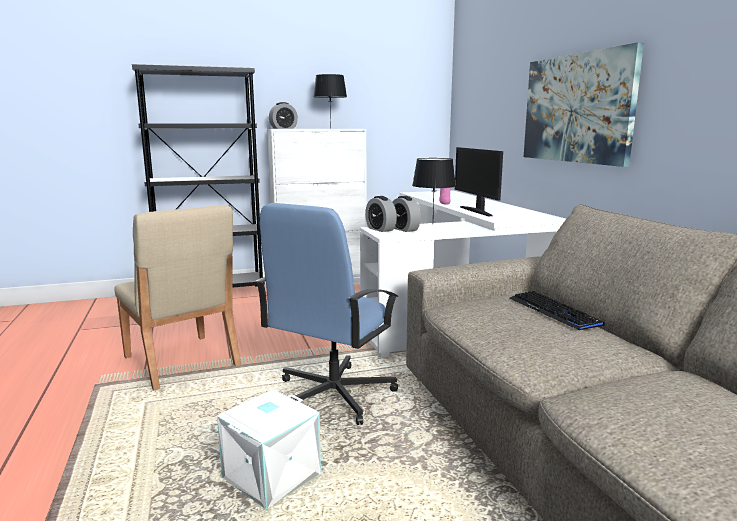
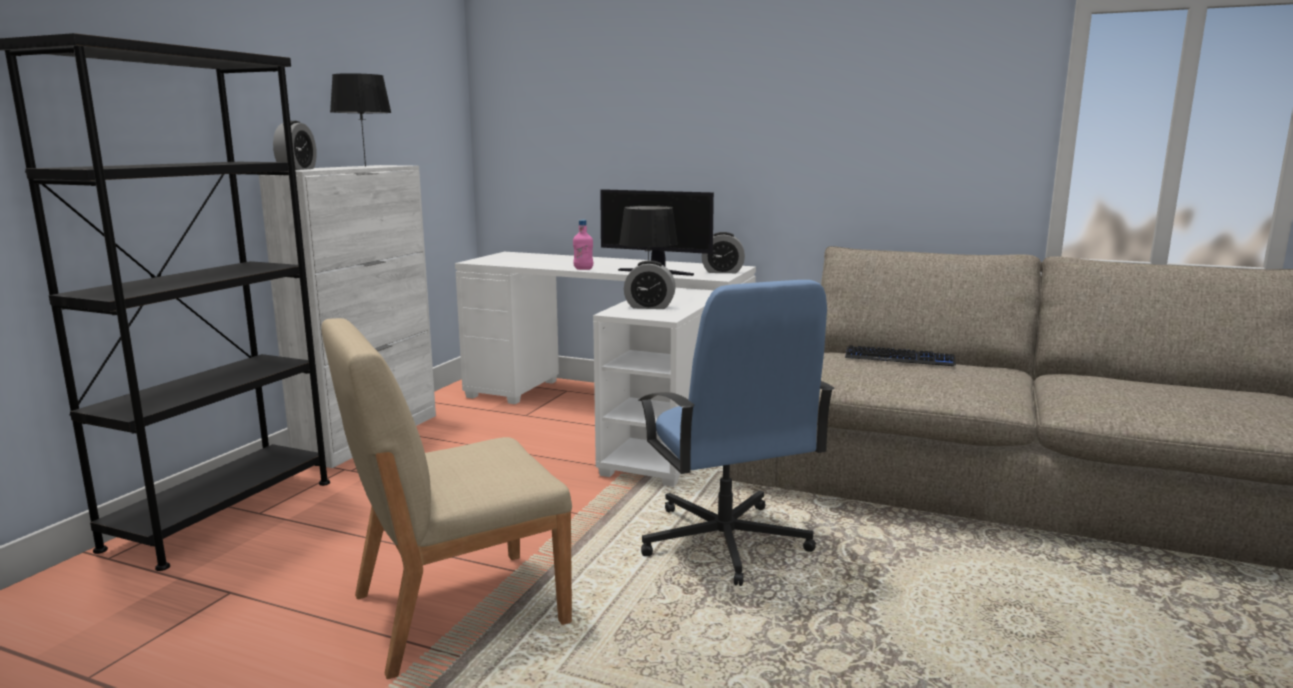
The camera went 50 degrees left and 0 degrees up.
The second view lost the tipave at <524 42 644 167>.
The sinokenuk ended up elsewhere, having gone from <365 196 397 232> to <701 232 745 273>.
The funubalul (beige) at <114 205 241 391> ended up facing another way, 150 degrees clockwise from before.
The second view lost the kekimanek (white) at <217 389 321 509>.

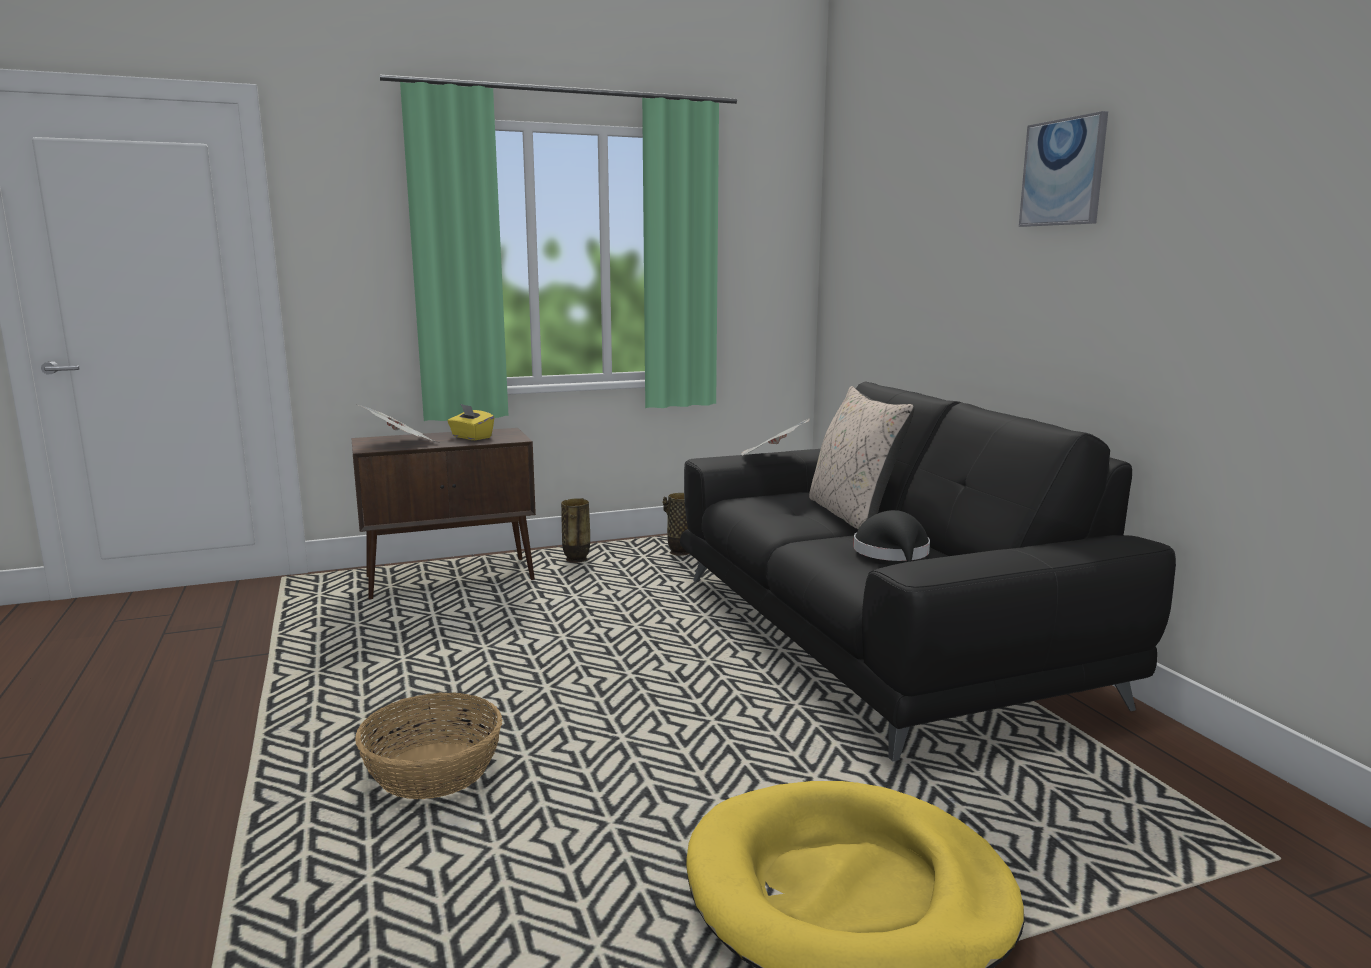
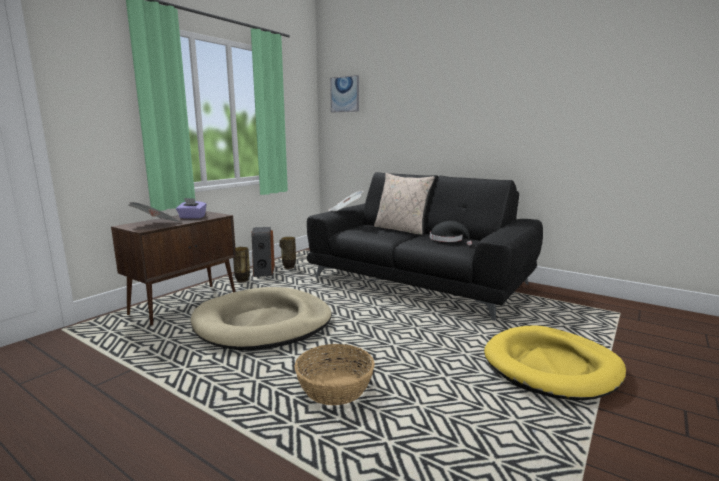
The camera went 35 degrees left and 0 degrees up.
The tipave ended up elsewhere, having gone from <1019 111 1108 227> to <330 75 359 112>.
What was the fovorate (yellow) at <447 404 494 440> turned into the fovorate (purple) at <176 198 207 219>.
The second view gained the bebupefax at <251 227 275 277>.
The second view gained the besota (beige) at <191 287 332 350>.

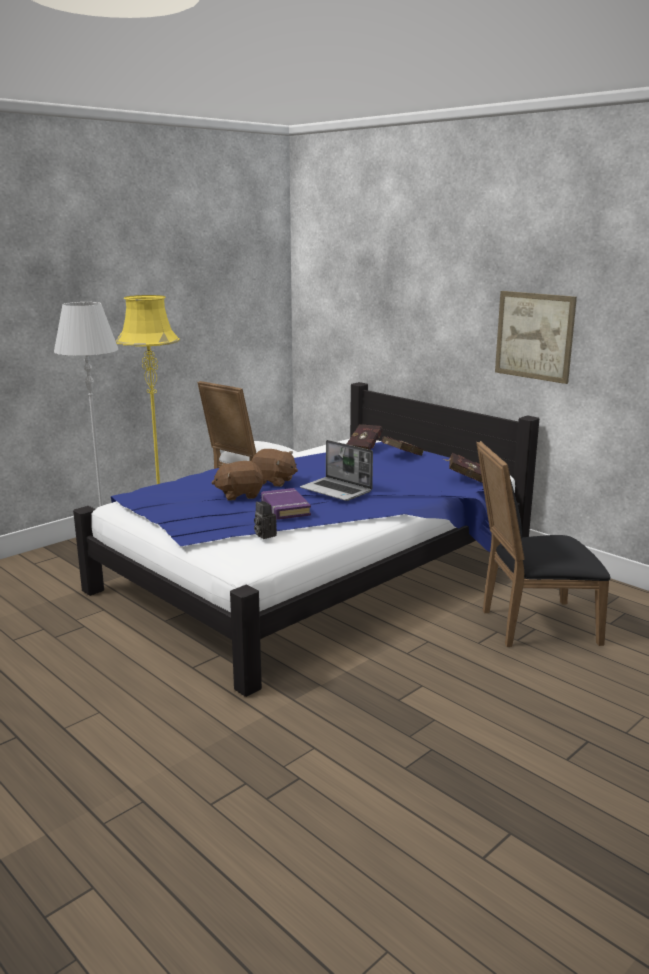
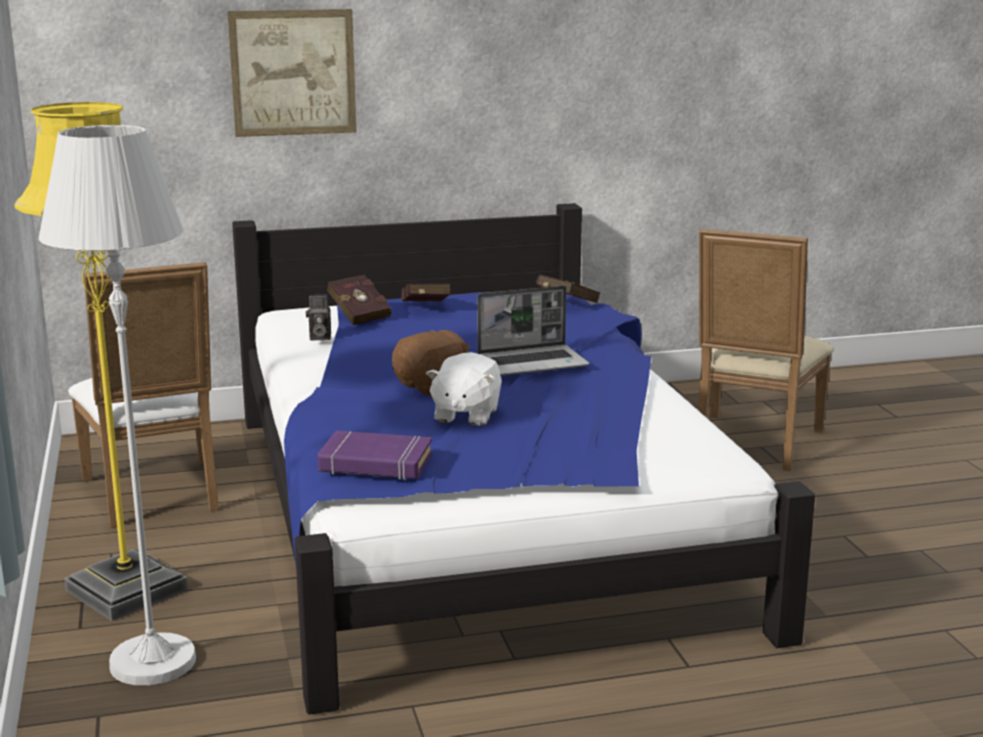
The camera went 60 degrees left and 0 degrees up.
The tipave ended up elsewhere, having gone from <495 291 577 384> to <228 9 356 137>.
What was the funubalul (black) at <477 441 610 647> turned into the funubalul (beige) at <698 229 834 471>.
What was the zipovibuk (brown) at <212 461 264 501> turned into the zipovibuk (white) at <426 352 502 426>.
The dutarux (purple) ended up elsewhere, having gone from <261 488 311 520> to <318 431 432 480>.
The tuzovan ended up elsewhere, having gone from <254 501 277 539> to <306 293 331 340>.

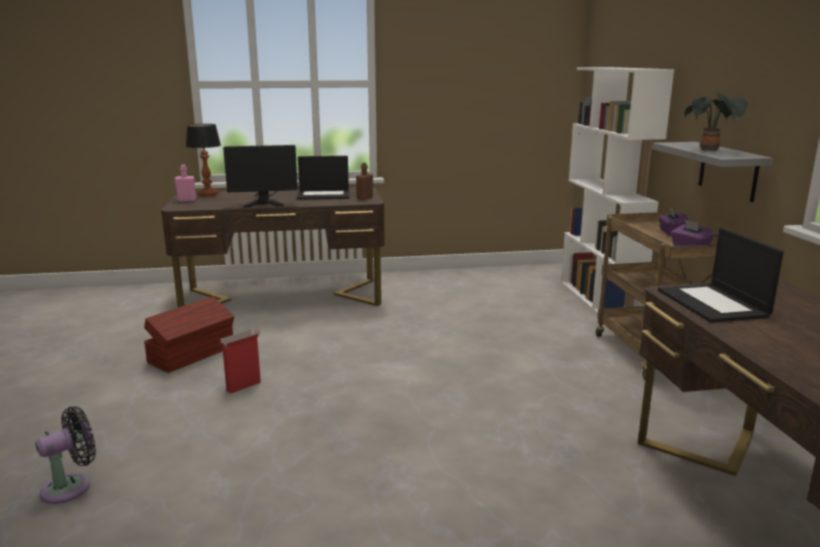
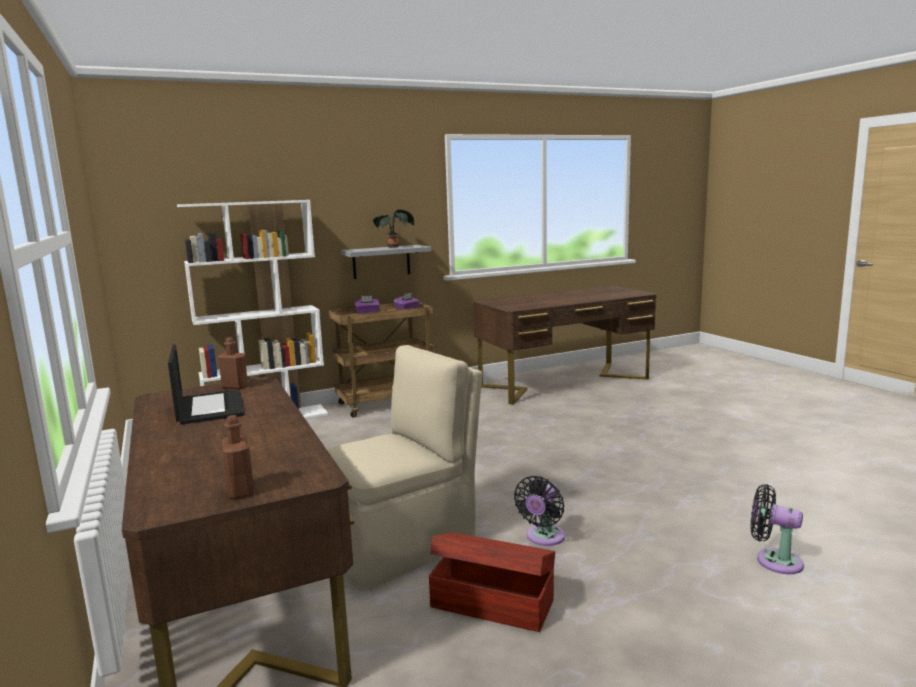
The camera went 105 degrees left and 5 degrees down.
The second view lost the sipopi at <186 124 221 196>.
The second view lost the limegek at <223 145 298 208>.
What was the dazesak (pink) at <174 165 196 202> turned into the dazesak (brown) at <222 415 254 499>.
The second view lost the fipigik at <658 228 784 323>.
Where the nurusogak stood at <219 329 261 394>, the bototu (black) came to stand at <514 476 565 546>.
The second view gained the funubalul (beige) at <327 345 483 590>.

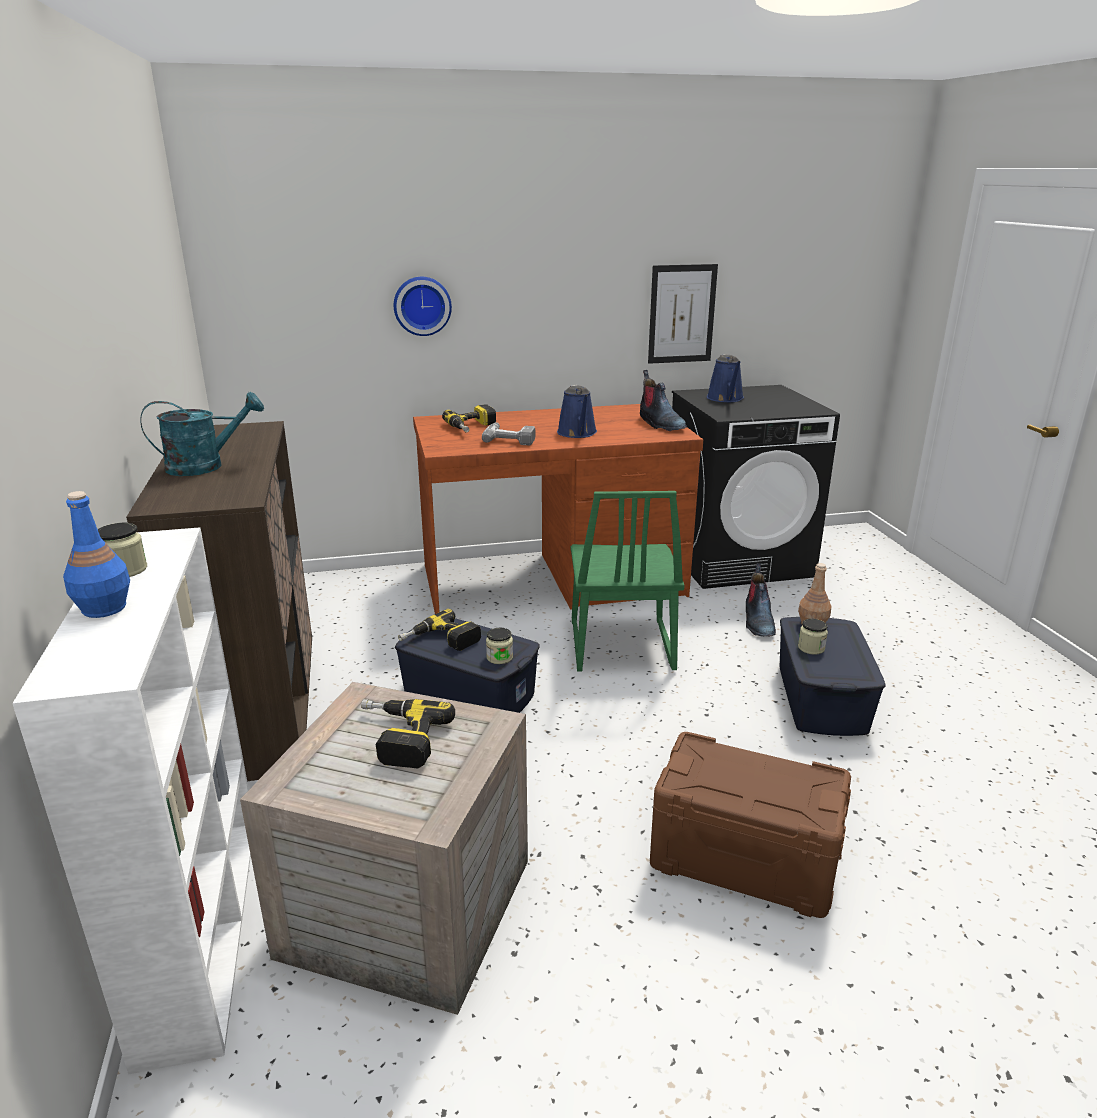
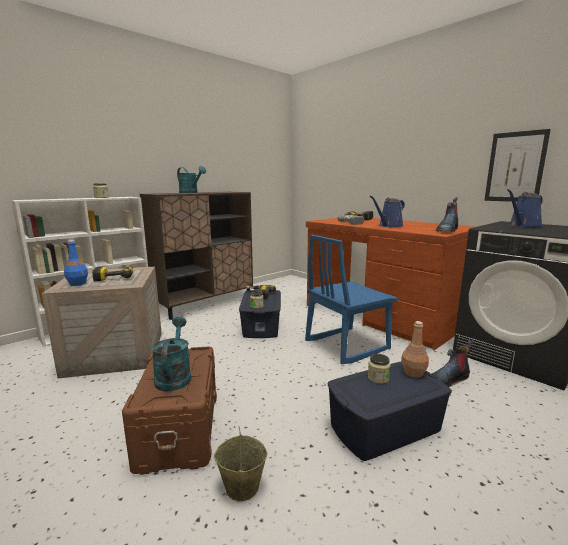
The camera went 60 degrees right and 10 degrees down.
The second view lost the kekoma at <394 277 452 336>.
The dazesak (blue) ended up elsewhere, having gone from <63 491 130 618> to <64 240 88 286>.
What was the funubalul (green) at <571 491 685 672> turned into the funubalul (blue) at <305 235 398 364>.
The second view gained the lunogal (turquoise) at <151 317 191 392>.
The second view gained the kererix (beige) at <214 427 267 501>.

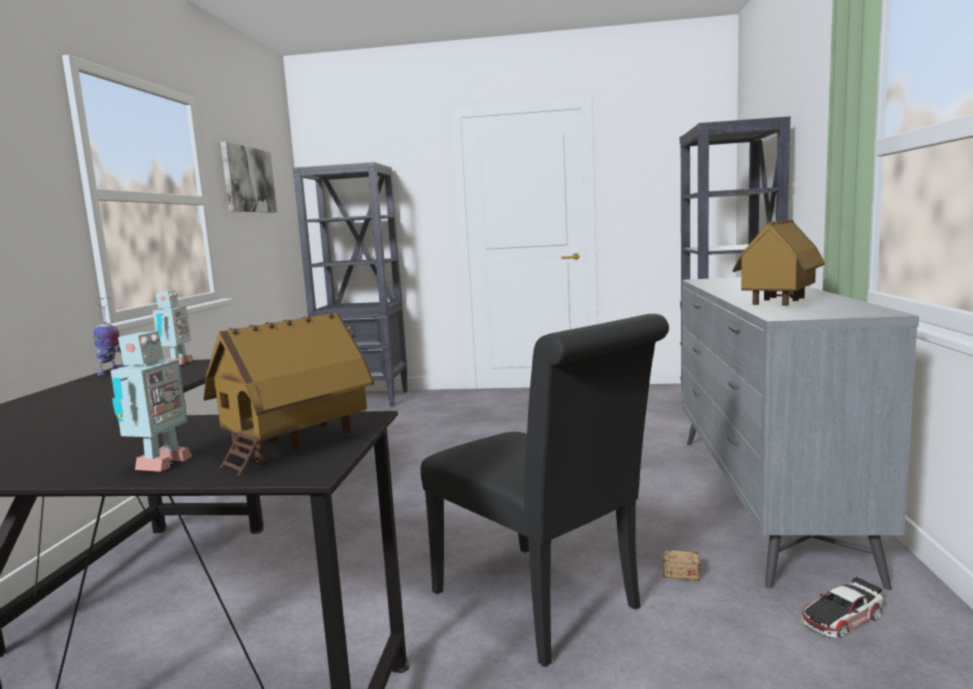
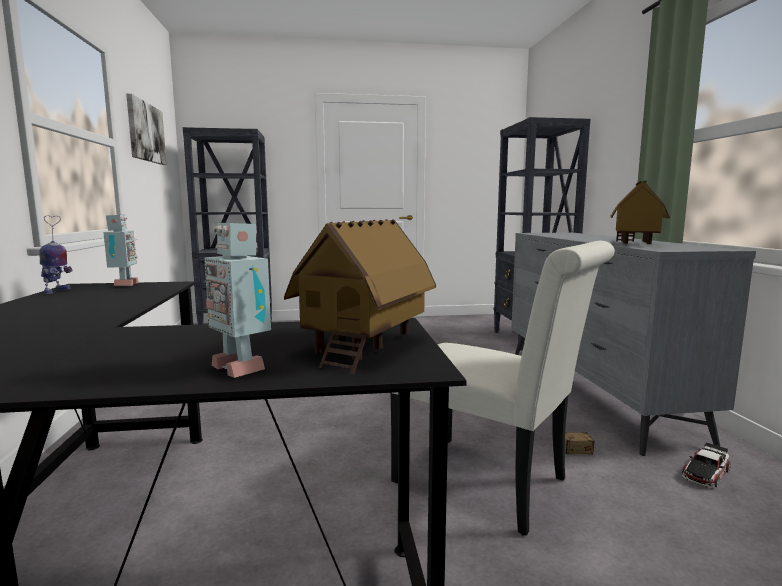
The camera went 15 degrees left and 0 degrees up.
What was the funubalul (black) at <421 314 669 667> turned into the funubalul (white) at <390 241 615 536>.
The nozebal at <111 331 192 472> ended up facing another way, 135 degrees clockwise from before.

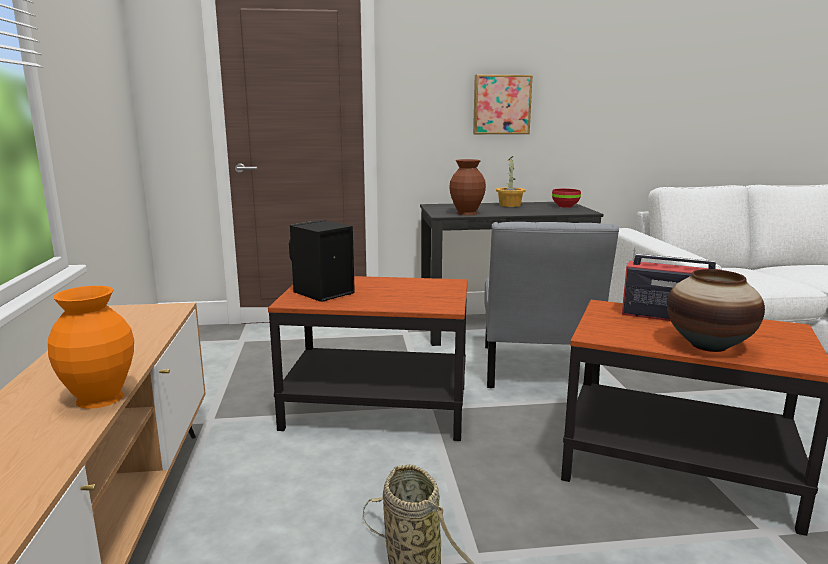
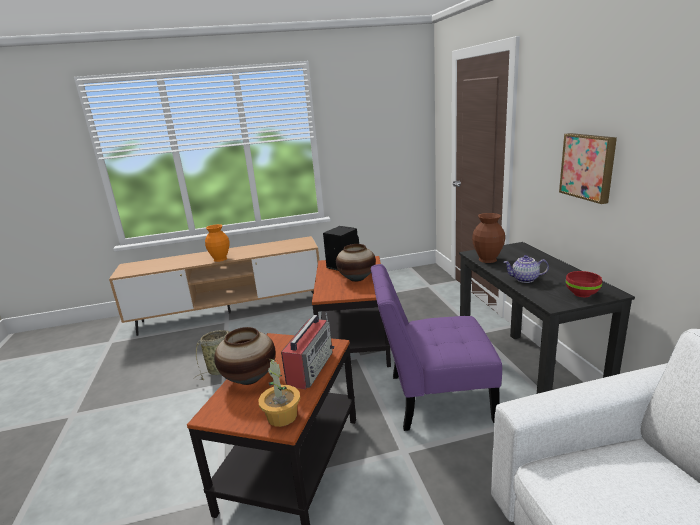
The camera went 85 degrees right and 5 degrees up.
The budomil ended up elsewhere, having gone from <496 156 526 207> to <258 358 300 427>.
What was the funubalul (grey) at <484 222 619 388> turned into the funubalul (purple) at <371 264 502 431>.
The second view gained the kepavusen at <336 244 376 282>.
The second view gained the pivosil at <503 255 549 283>.

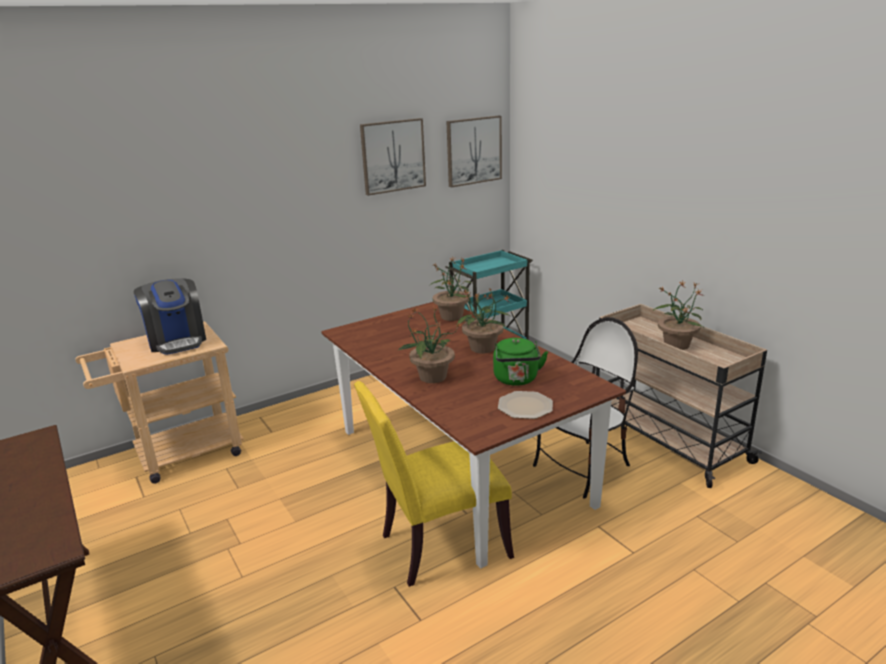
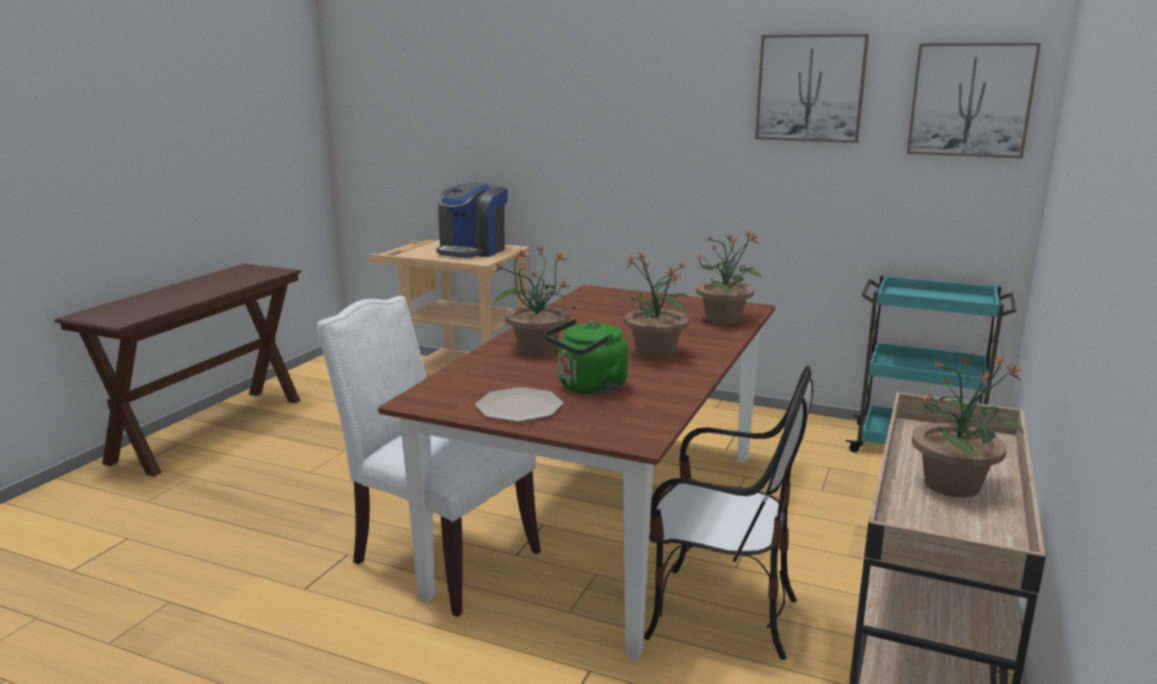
The camera went 55 degrees right and 5 degrees down.
What was the funubalul (yellow) at <354 381 514 587> turned into the funubalul (white) at <317 296 541 617>.

